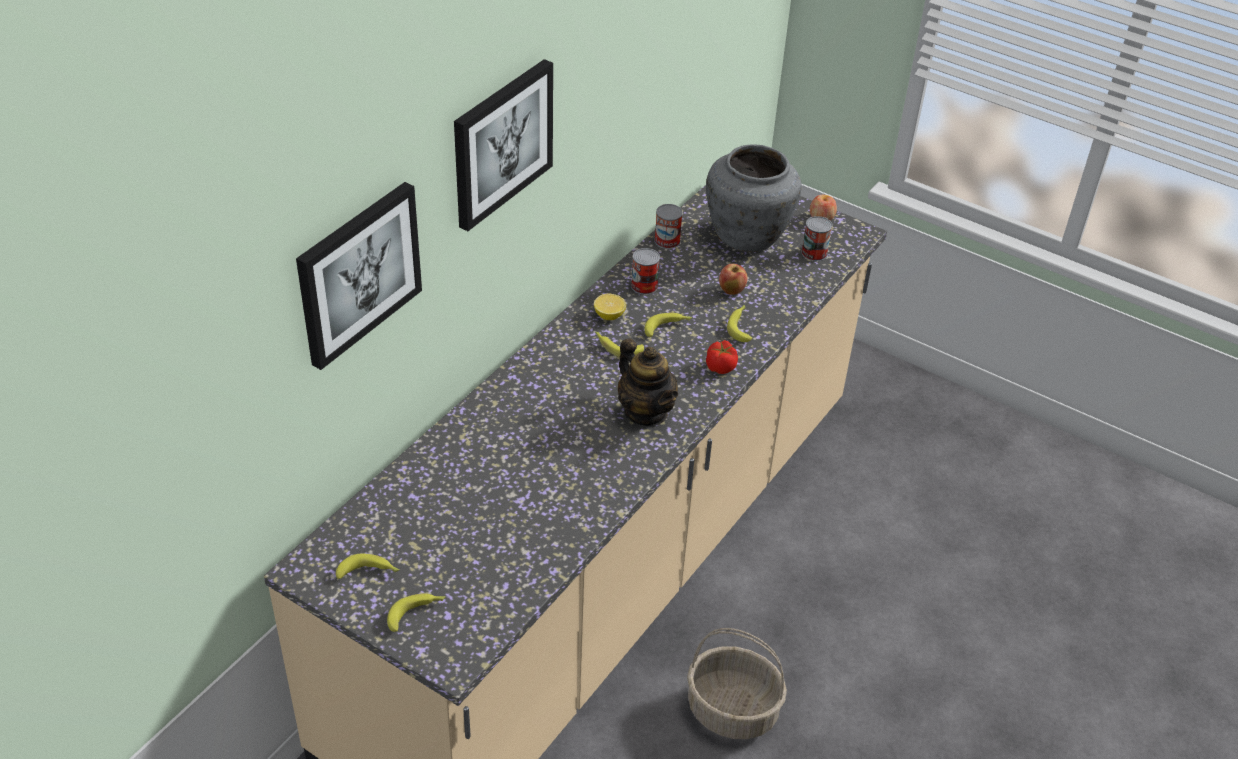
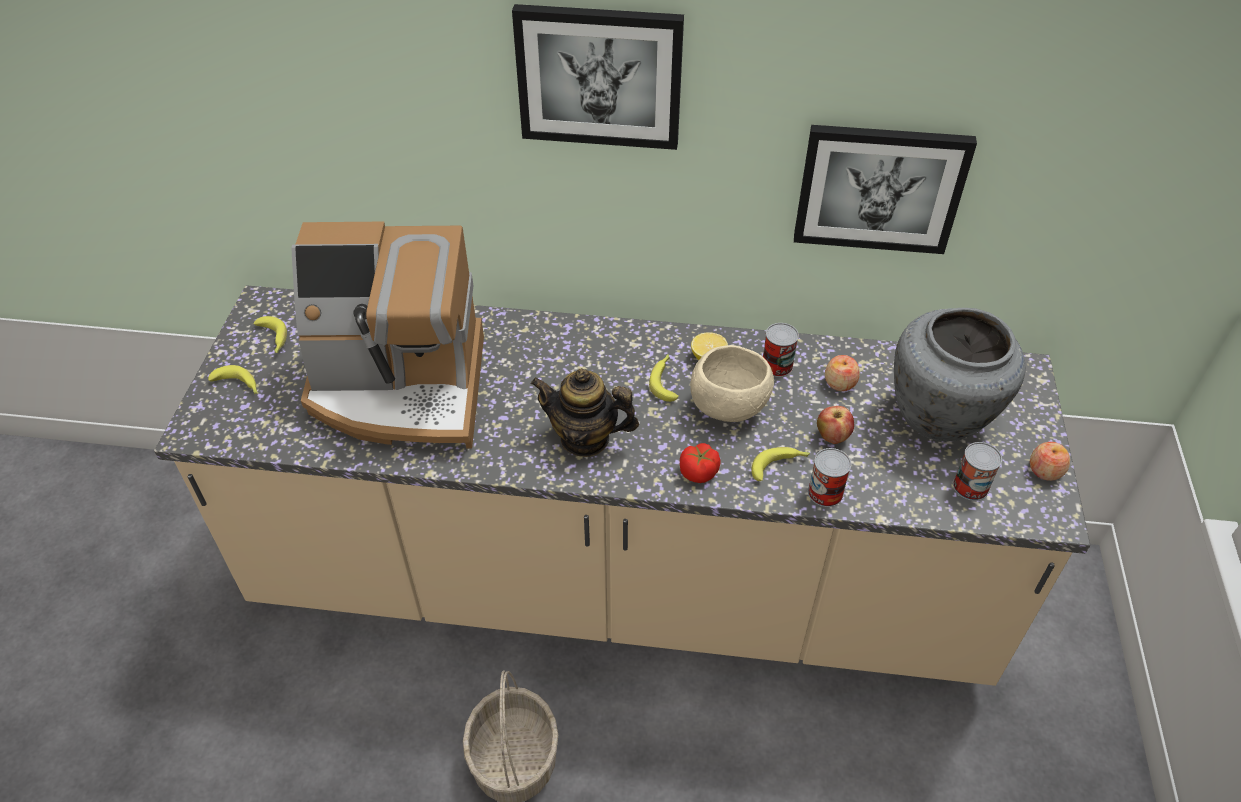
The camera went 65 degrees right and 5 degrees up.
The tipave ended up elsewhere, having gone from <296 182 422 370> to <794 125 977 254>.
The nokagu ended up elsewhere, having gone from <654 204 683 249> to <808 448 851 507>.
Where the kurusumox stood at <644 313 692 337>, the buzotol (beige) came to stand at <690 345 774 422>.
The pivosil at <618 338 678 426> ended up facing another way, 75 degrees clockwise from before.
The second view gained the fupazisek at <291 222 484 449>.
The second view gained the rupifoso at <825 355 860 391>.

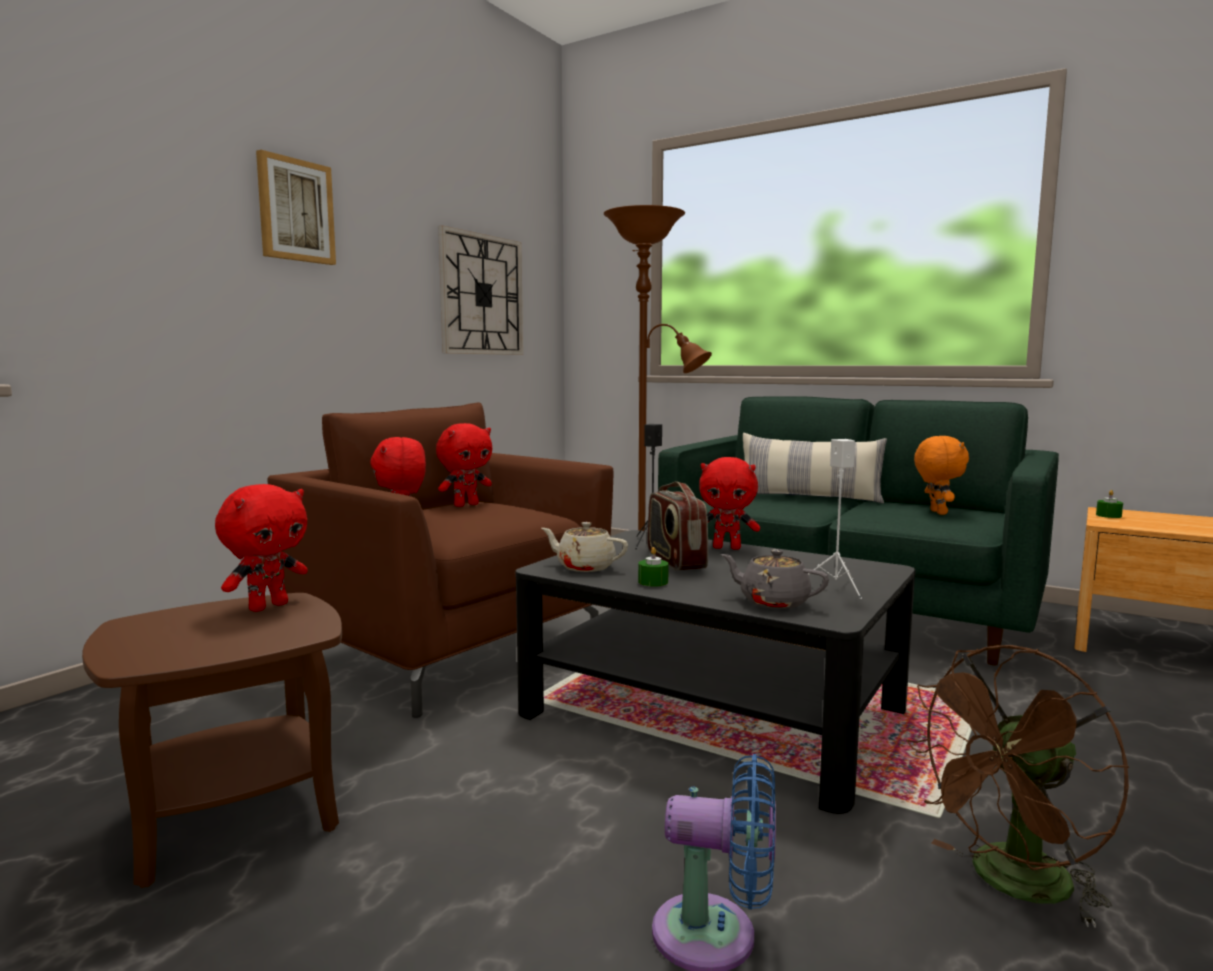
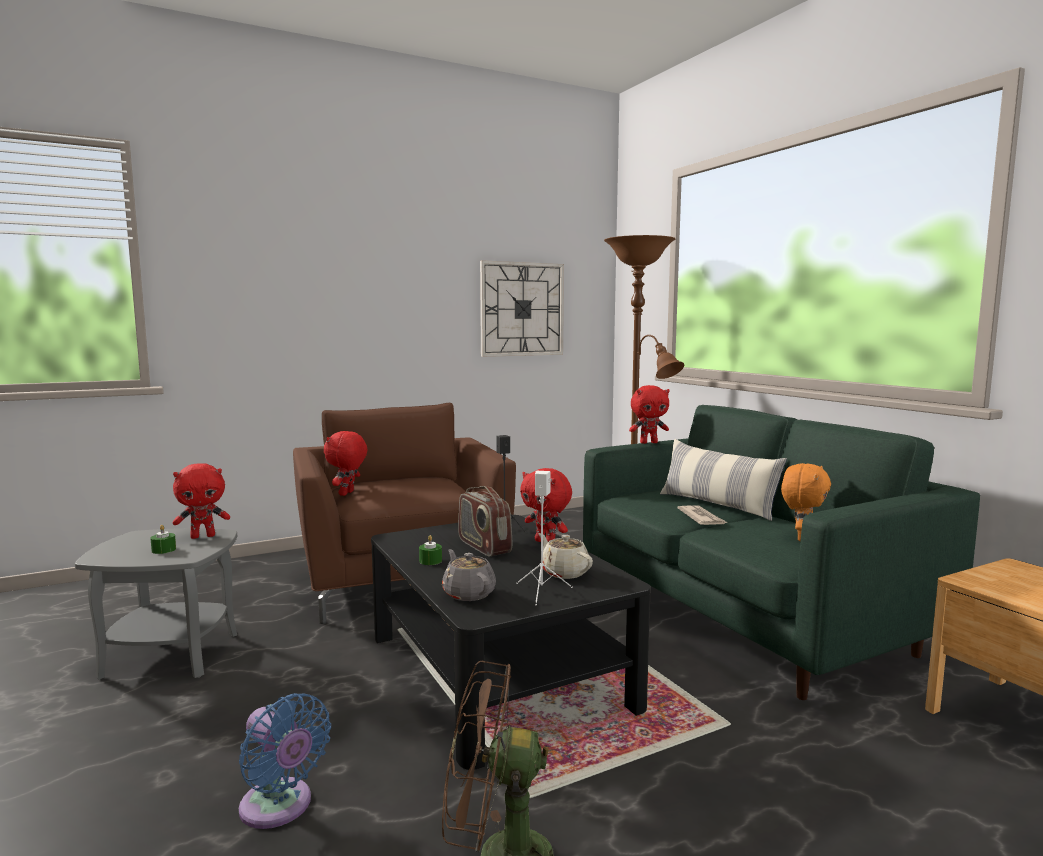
The camera went 30 degrees right and 0 degrees up.
The second view lost the tipave at <256 150 336 265>.
The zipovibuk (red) ended up elsewhere, having gone from <436 423 492 507> to <629 385 669 444>.
The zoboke at <647 481 708 570> ended up facing another way, 45 degrees counterclockwise from before.
The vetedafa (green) ended up elsewhere, having gone from <1096 490 1123 518> to <150 525 176 554>.
The pivosil (beige) ended up elsewhere, having gone from <541 522 628 572> to <538 533 593 579>.
What was the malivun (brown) at <82 593 342 888> turned into the malivun (grey) at <75 528 237 680>.
The second view gained the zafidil at <677 505 728 525>.

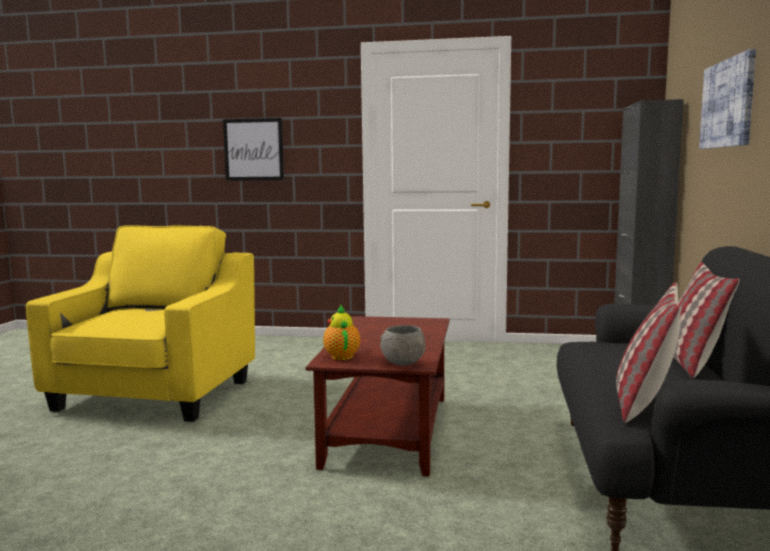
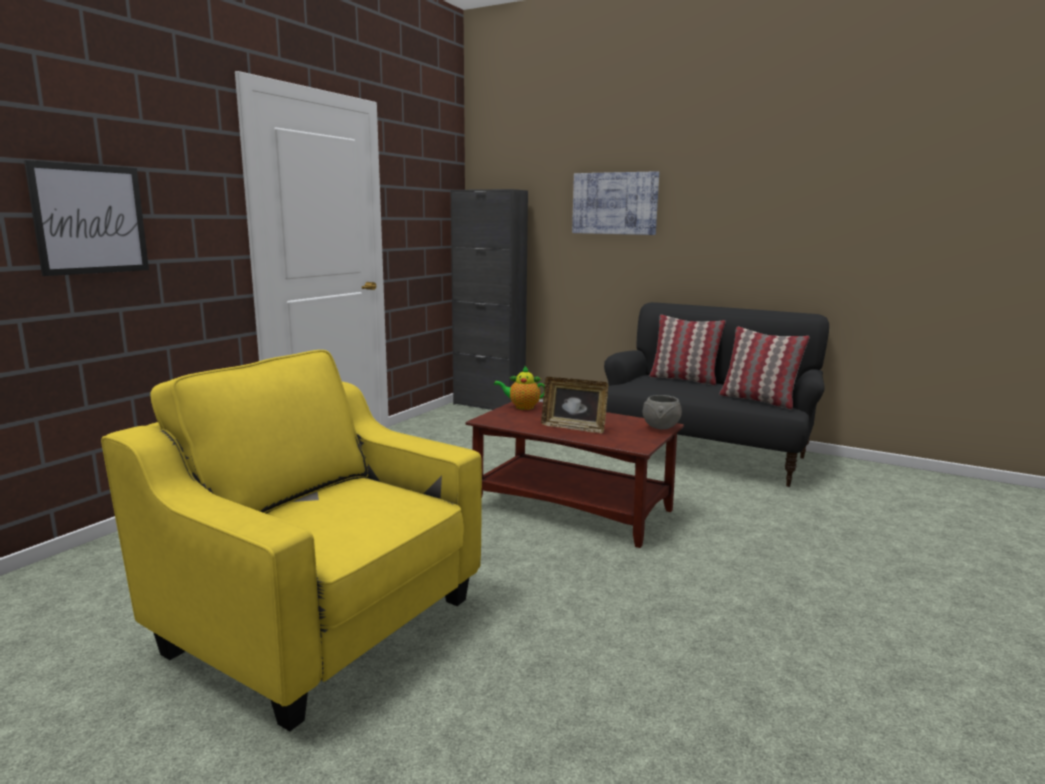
The camera went 70 degrees left and 5 degrees up.
The pivosil ended up elsewhere, having gone from <323 305 360 360> to <494 365 544 410>.
The second view gained the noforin at <541 377 608 433>.

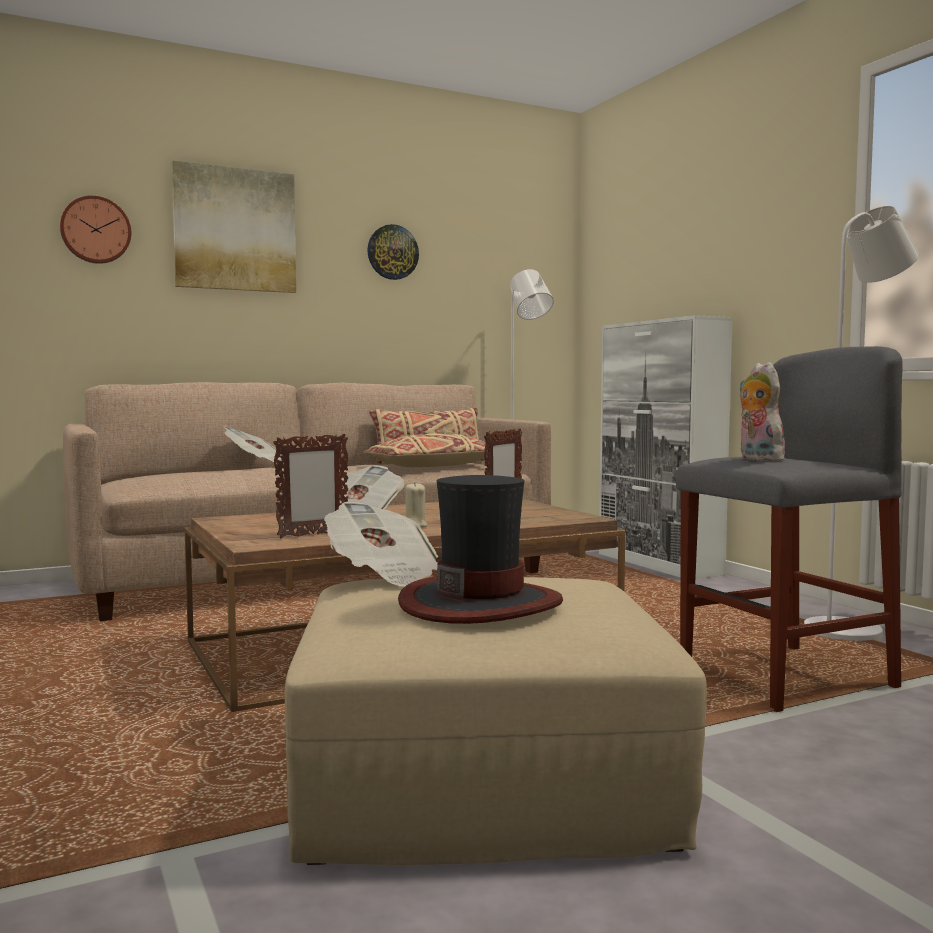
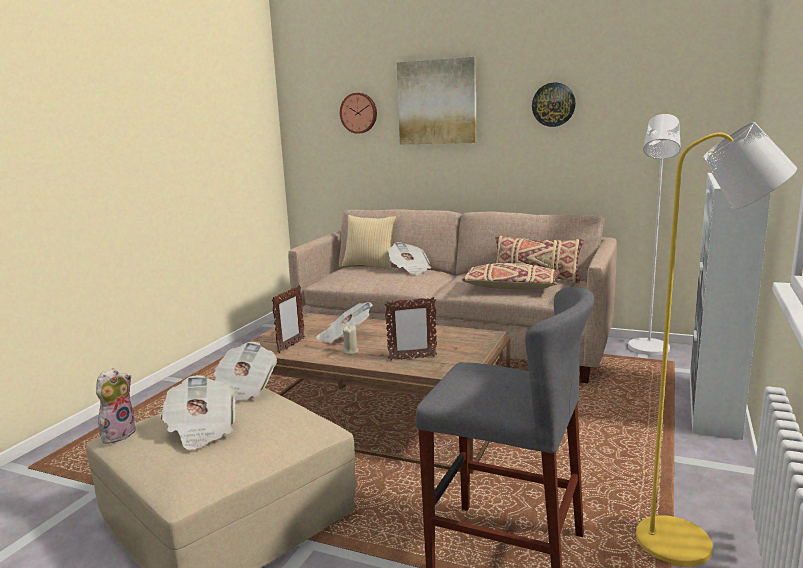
The camera went 50 degrees right and 10 degrees up.
What was the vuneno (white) at <804 206 919 641> turned into the vuneno (yellow) at <636 122 797 567>.
The zipovibuk ended up elsewhere, having gone from <739 362 785 461> to <96 368 136 444>.
The noforin at <273 433 348 539> ended up facing another way, 75 degrees counterclockwise from before.
Where the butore stood at <398 475 563 624>, the zafidil came to stand at <160 375 236 450>.
The second view gained the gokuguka at <342 215 397 270>.

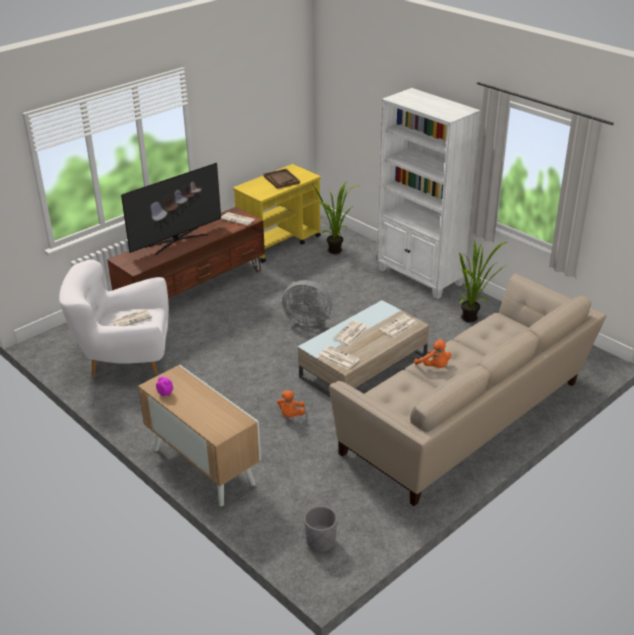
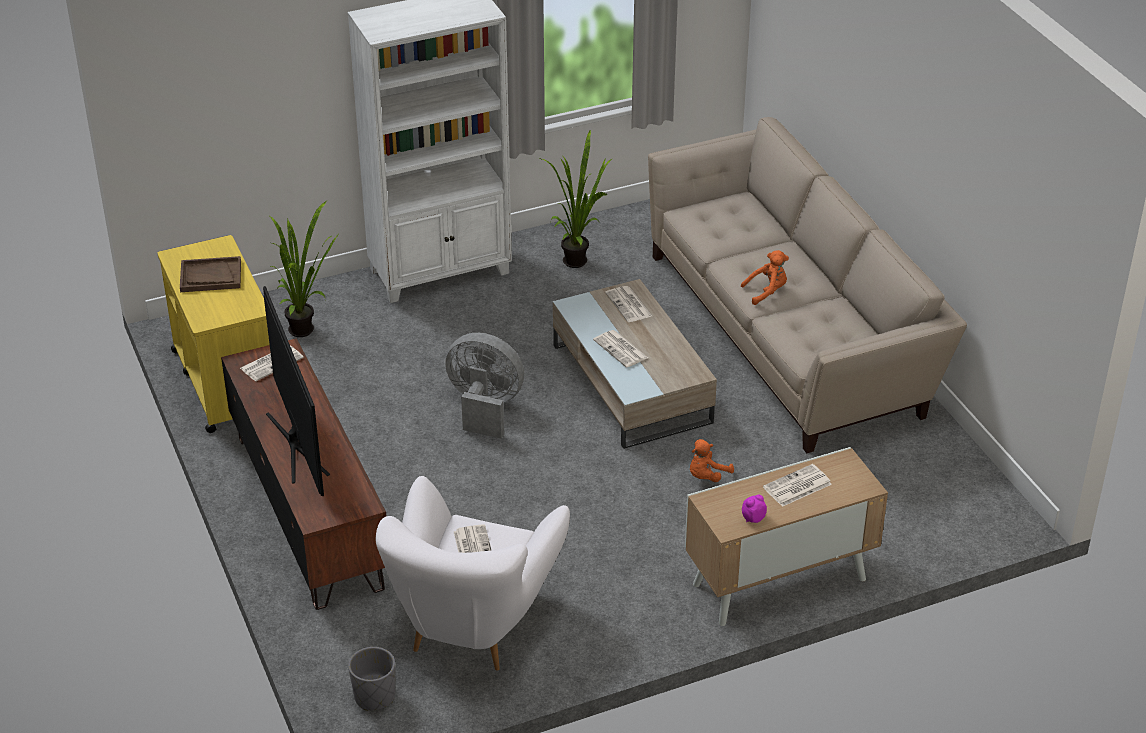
The camera went 70 degrees left and 5 degrees up.
The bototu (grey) at <282 280 332 327> ended up facing another way, 105 degrees counterclockwise from before.
The zafidil ended up elsewhere, having gone from <319 346 360 370> to <763 464 832 507>.
The zipovibuk (orange) at <277 391 305 418> ended up facing another way, 105 degrees clockwise from before.
The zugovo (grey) ended up elsewhere, having gone from <304 506 337 553> to <348 647 395 711>.

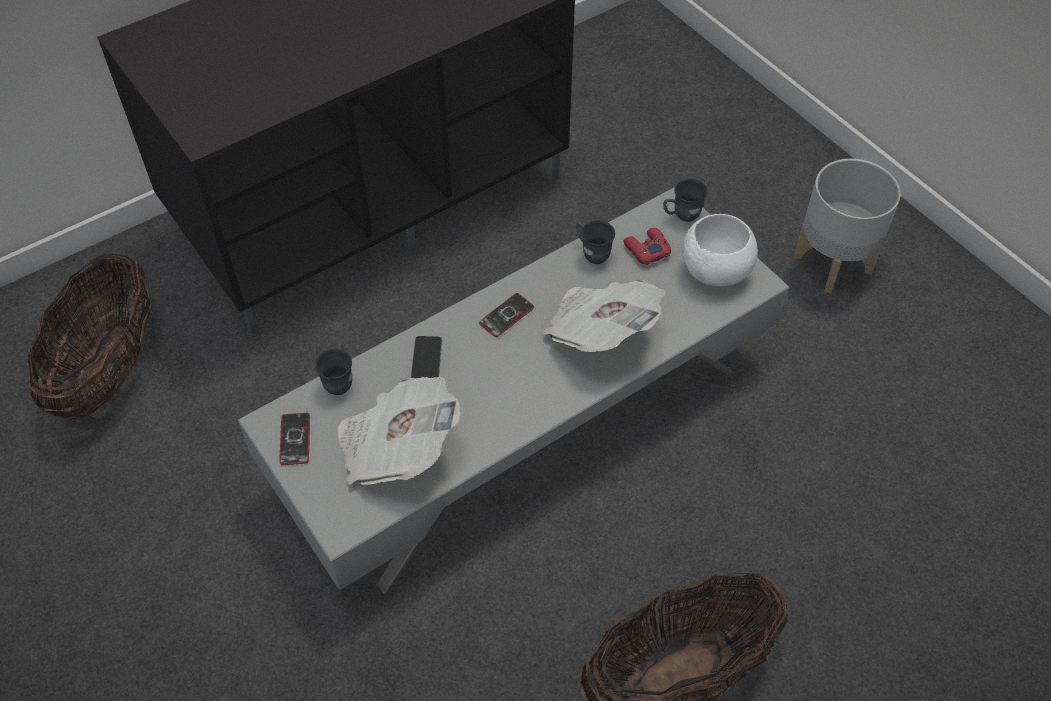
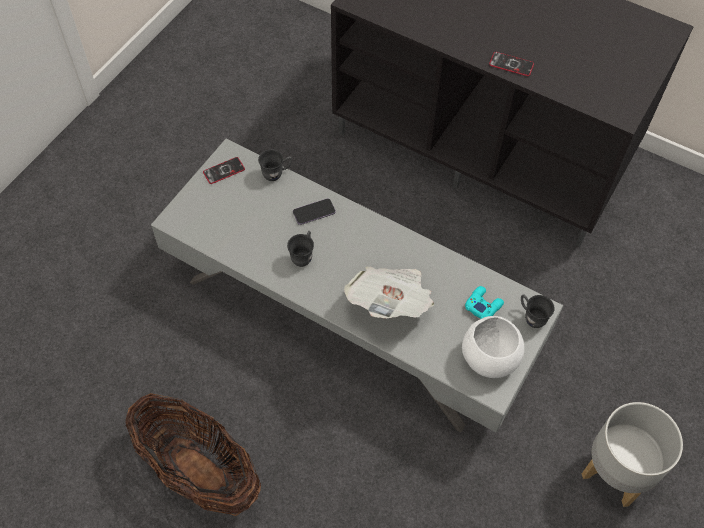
The camera went 65 degrees right and 5 degrees up.
The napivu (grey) ended up elsewhere, having gone from <576 220 615 264> to <287 231 314 267>.
What was the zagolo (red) at <623 228 671 265> turned into the zagolo (turquoise) at <465 286 504 319>.
The second view lost the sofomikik at <28 253 151 420>.
The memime ended up elsewhere, having gone from <479 293 534 337> to <489 52 534 76>.
The second view lost the zafidil at <337 377 460 485>.

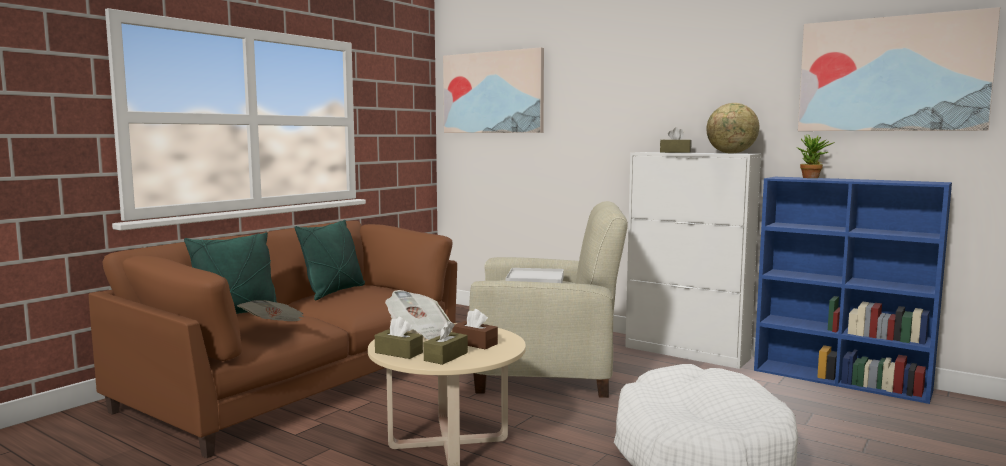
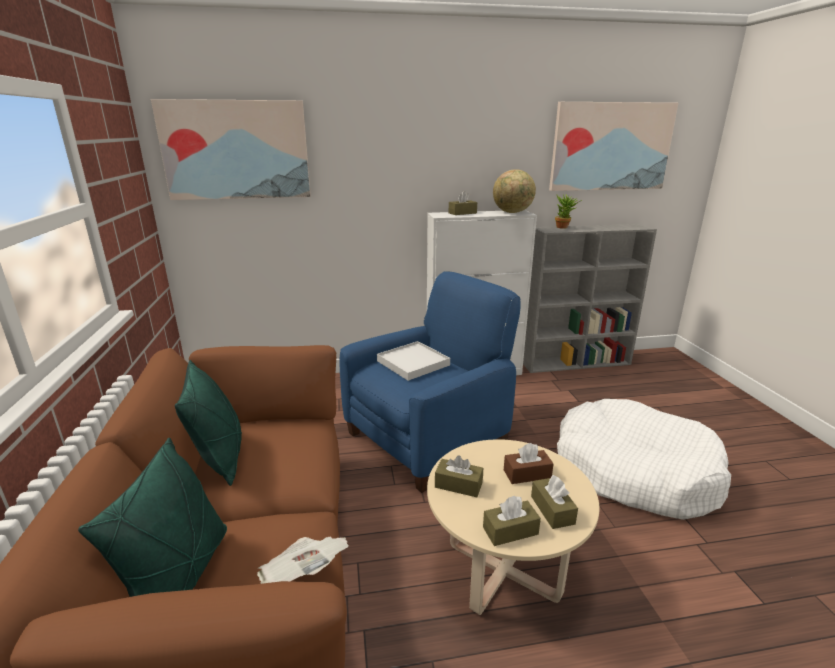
The camera went 45 degrees left and 15 degrees up.
What was the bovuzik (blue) at <754 177 952 404> turned into the bovuzik (grey) at <523 224 657 373>.
What was the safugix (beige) at <469 201 628 398> turned into the safugix (blue) at <340 272 521 493>.
Where the zafidil stood at <385 290 450 340>, the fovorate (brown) came to stand at <435 455 483 497>.

